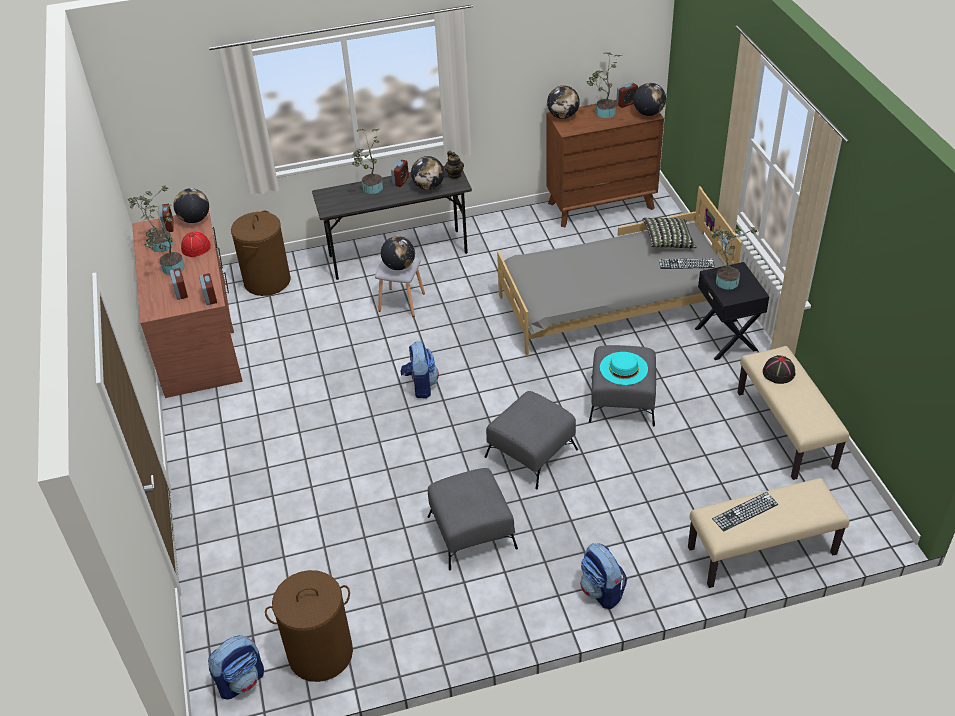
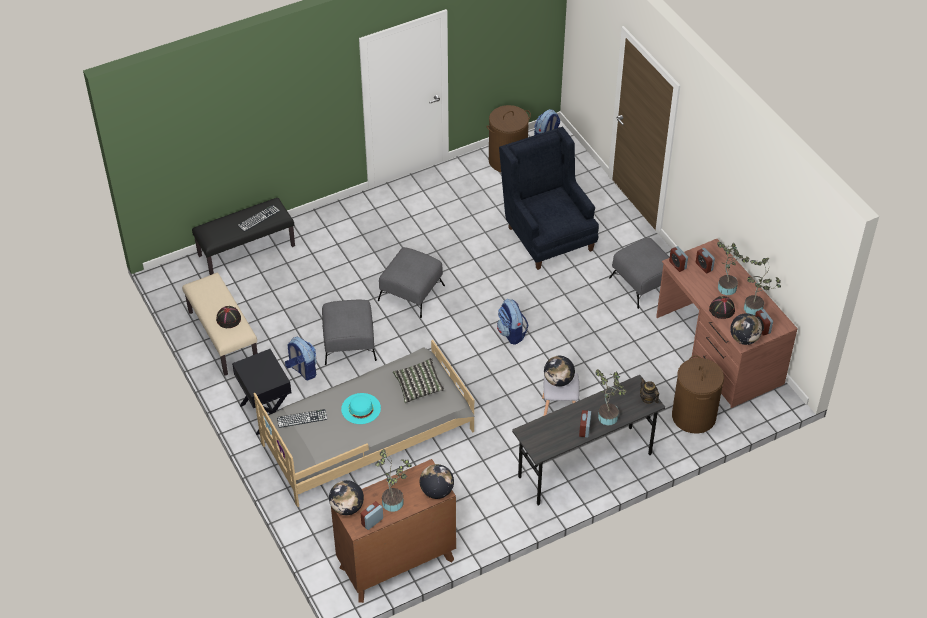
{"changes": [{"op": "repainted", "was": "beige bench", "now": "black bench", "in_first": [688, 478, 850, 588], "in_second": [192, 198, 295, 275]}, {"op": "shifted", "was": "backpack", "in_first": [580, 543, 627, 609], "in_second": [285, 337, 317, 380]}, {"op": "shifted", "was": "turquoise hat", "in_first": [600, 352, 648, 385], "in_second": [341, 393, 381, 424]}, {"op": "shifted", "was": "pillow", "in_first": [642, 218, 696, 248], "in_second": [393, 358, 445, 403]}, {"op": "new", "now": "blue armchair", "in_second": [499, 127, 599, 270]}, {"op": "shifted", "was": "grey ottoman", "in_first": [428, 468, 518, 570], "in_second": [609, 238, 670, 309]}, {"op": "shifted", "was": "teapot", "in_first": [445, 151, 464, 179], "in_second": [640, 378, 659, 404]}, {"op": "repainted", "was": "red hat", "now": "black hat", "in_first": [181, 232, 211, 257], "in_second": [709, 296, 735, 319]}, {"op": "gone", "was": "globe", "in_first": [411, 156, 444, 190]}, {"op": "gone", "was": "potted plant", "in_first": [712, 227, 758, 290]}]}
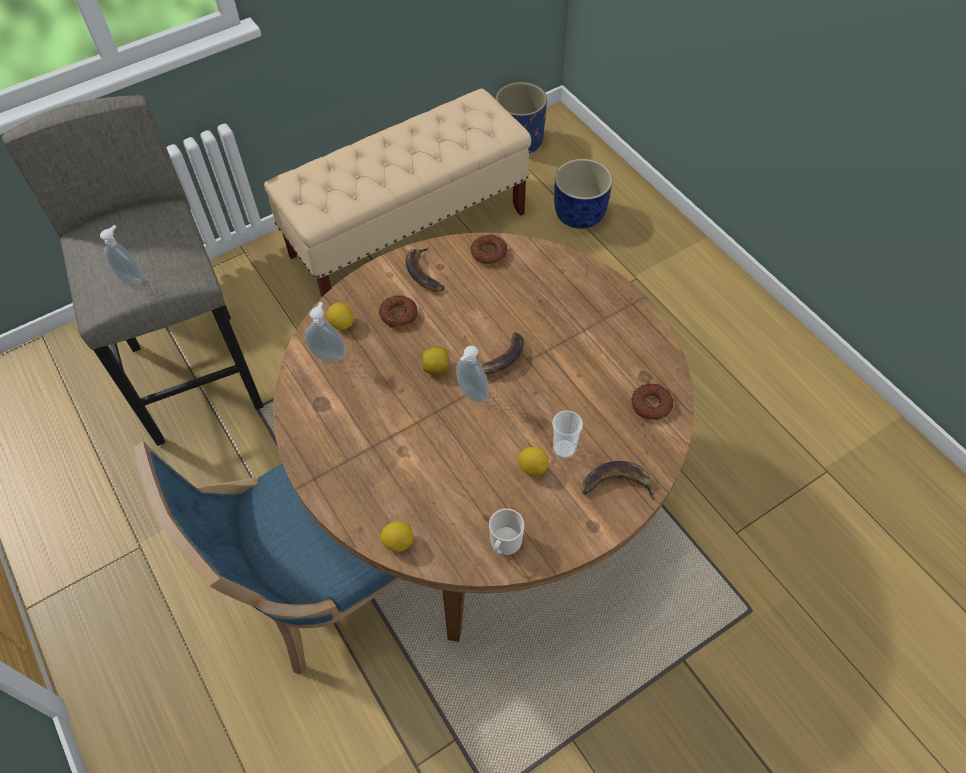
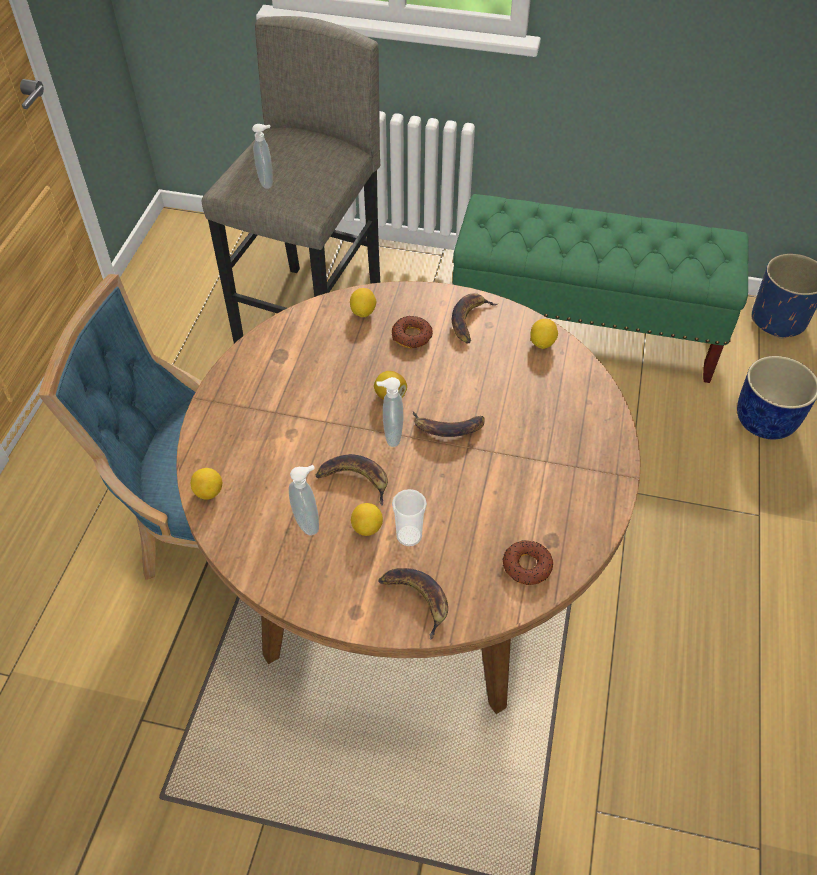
{"changes": [{"op": "shifted", "was": "soap dispenser", "in_first": [305, 302, 345, 362], "in_second": [289, 465, 319, 536]}, {"op": "new", "now": "banana", "in_second": [316, 454, 388, 506]}, {"op": "repainted", "was": "beige bench", "now": "green bench", "in_first": [264, 89, 531, 297], "in_second": [453, 194, 749, 383]}, {"op": "swapped", "was": "donut", "now": "lemon", "in_first": [471, 234, 507, 264], "in_second": [530, 319, 558, 349]}, {"op": "gone", "was": "mug", "in_first": [489, 508, 524, 555]}]}
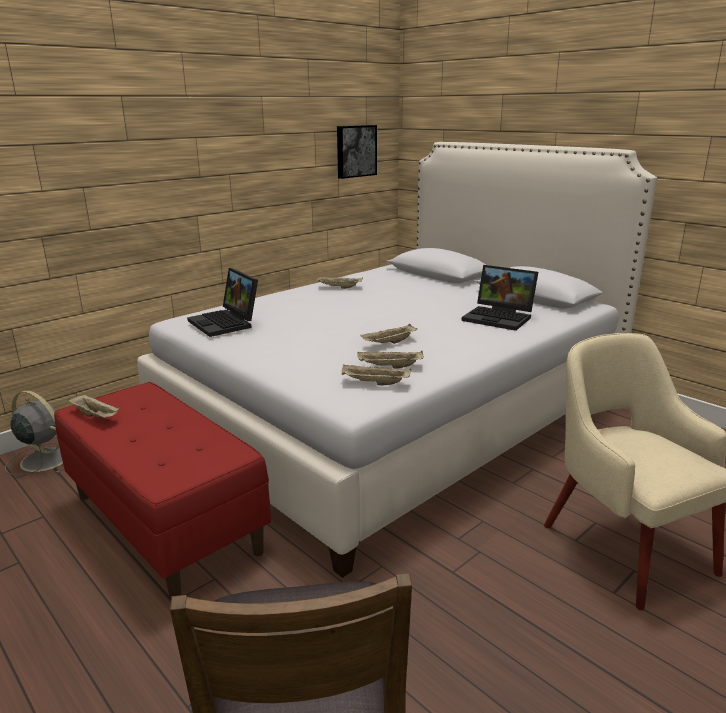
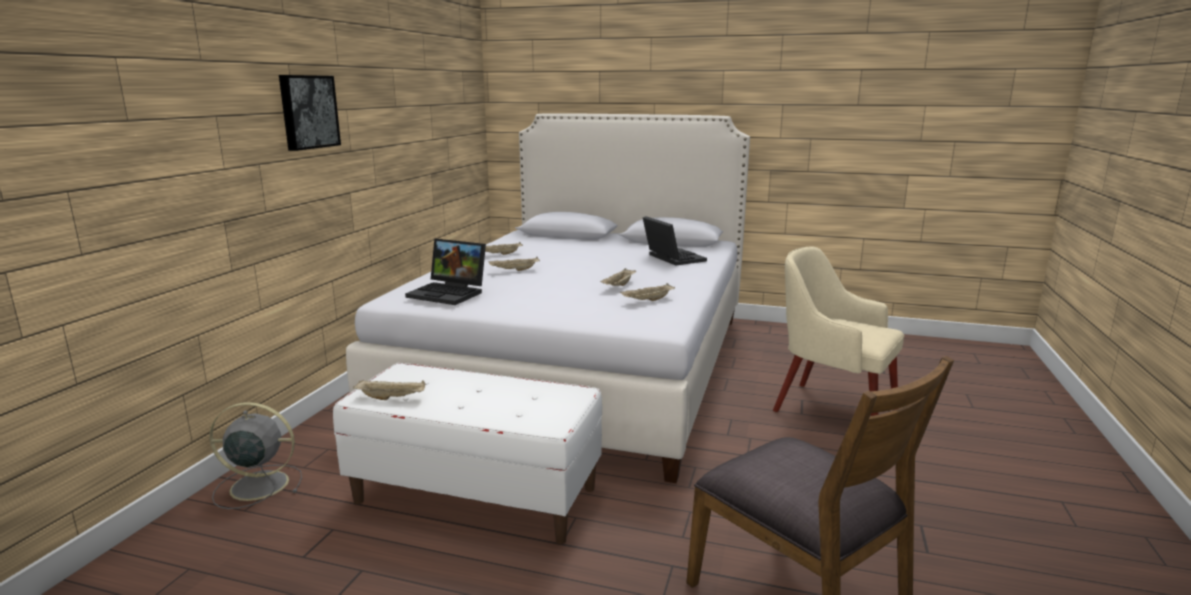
{"changes": [{"op": "shifted", "was": "picture", "in_first": [337, 125, 377, 179], "in_second": [279, 75, 341, 151]}, {"op": "repainted", "was": "red bench", "now": "white bench", "in_first": [54, 382, 271, 599], "in_second": [333, 363, 602, 544]}, {"op": "shifted", "was": "beige tray", "in_first": [341, 365, 411, 386], "in_second": [489, 257, 540, 271]}, {"op": "rotated", "was": "laptop", "in_first": [462, 265, 538, 331], "in_second": [643, 216, 707, 265], "clockwise": -120}]}
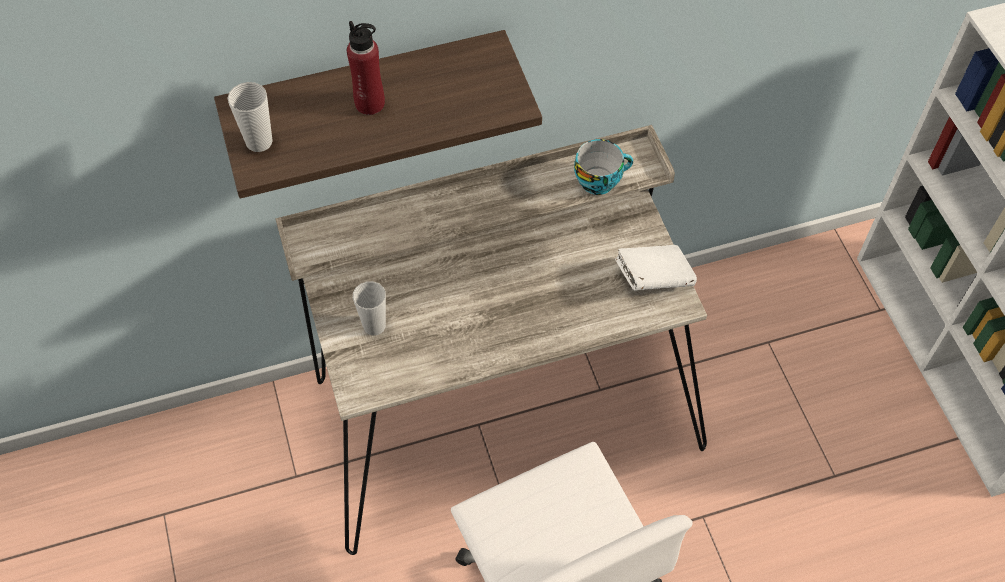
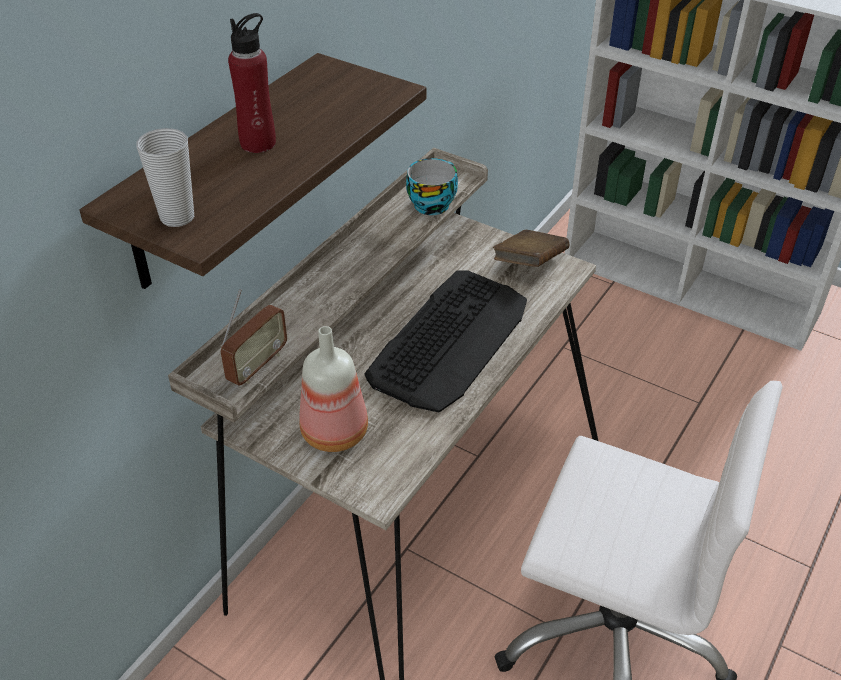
{"changes": [{"op": "new", "now": "radio", "in_second": [221, 289, 287, 386]}, {"op": "swapped", "was": "cup", "now": "bottle", "in_first": [353, 281, 386, 335], "in_second": [299, 326, 368, 452]}, {"op": "new", "now": "keyboard", "in_second": [364, 270, 527, 412]}, {"op": "repainted", "was": "white book", "now": "brown book", "in_first": [615, 245, 697, 291], "in_second": [493, 230, 569, 267]}]}
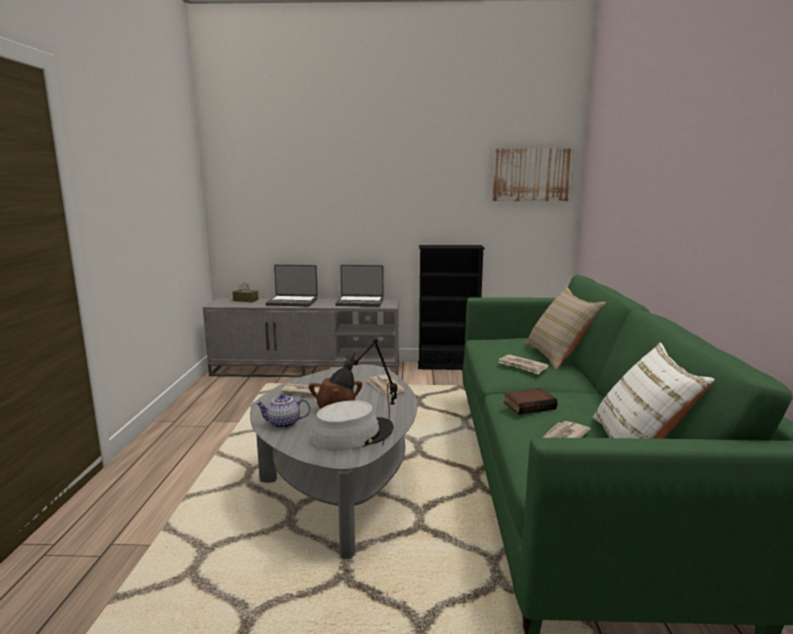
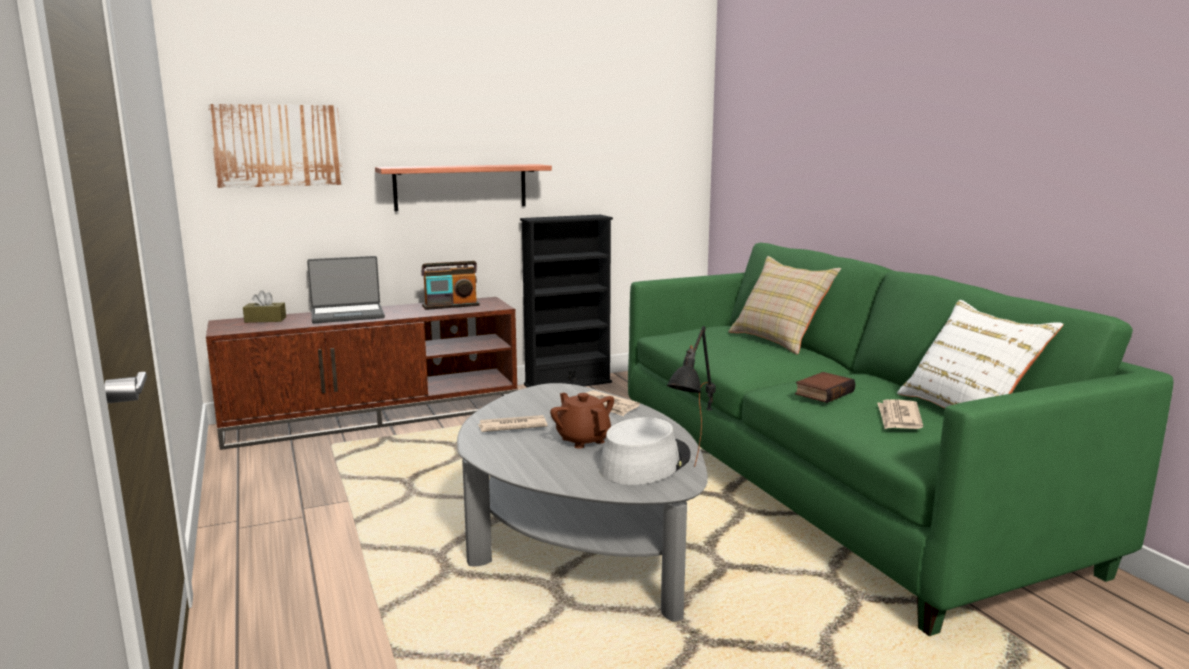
{"changes": [{"op": "repainted", "was": "grey tv stand", "now": "brown tv stand", "in_first": [203, 298, 399, 377], "in_second": [206, 297, 518, 450]}, {"op": "shifted", "was": "picture", "in_first": [493, 148, 574, 201], "in_second": [208, 104, 344, 188]}, {"op": "new", "now": "shelf", "in_second": [375, 164, 552, 211]}, {"op": "swapped", "was": "laptop", "now": "radio", "in_first": [335, 265, 384, 307], "in_second": [421, 261, 479, 310]}, {"op": "gone", "was": "teapot", "in_first": [255, 394, 310, 429]}, {"op": "gone", "was": "newspaper", "in_first": [498, 355, 549, 374]}]}
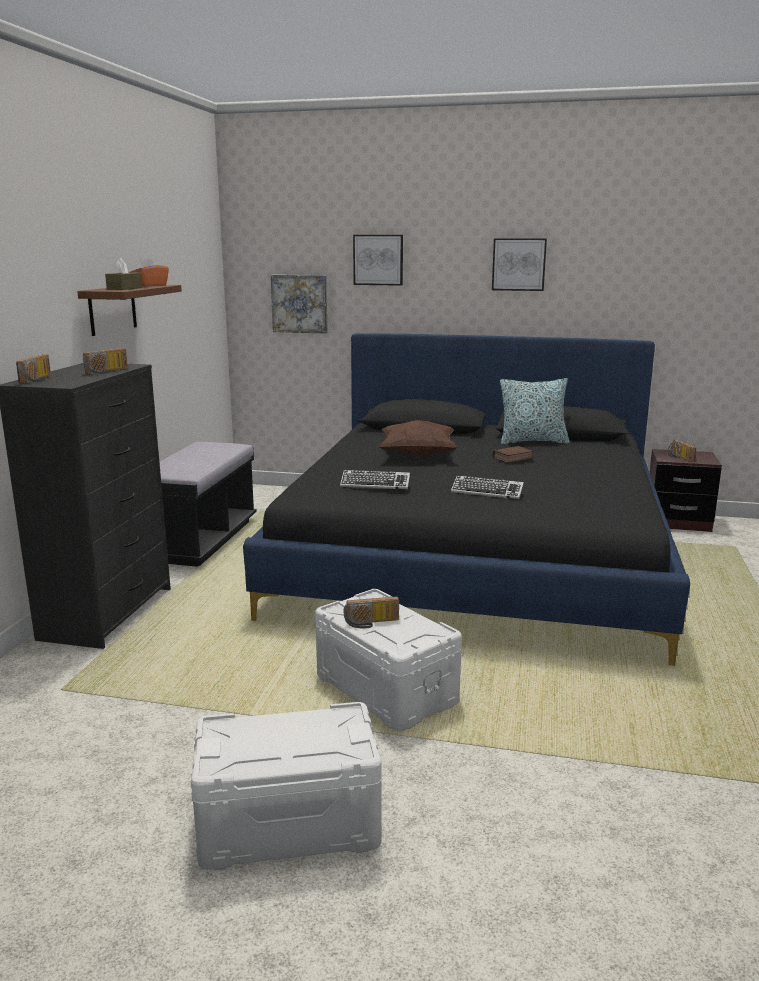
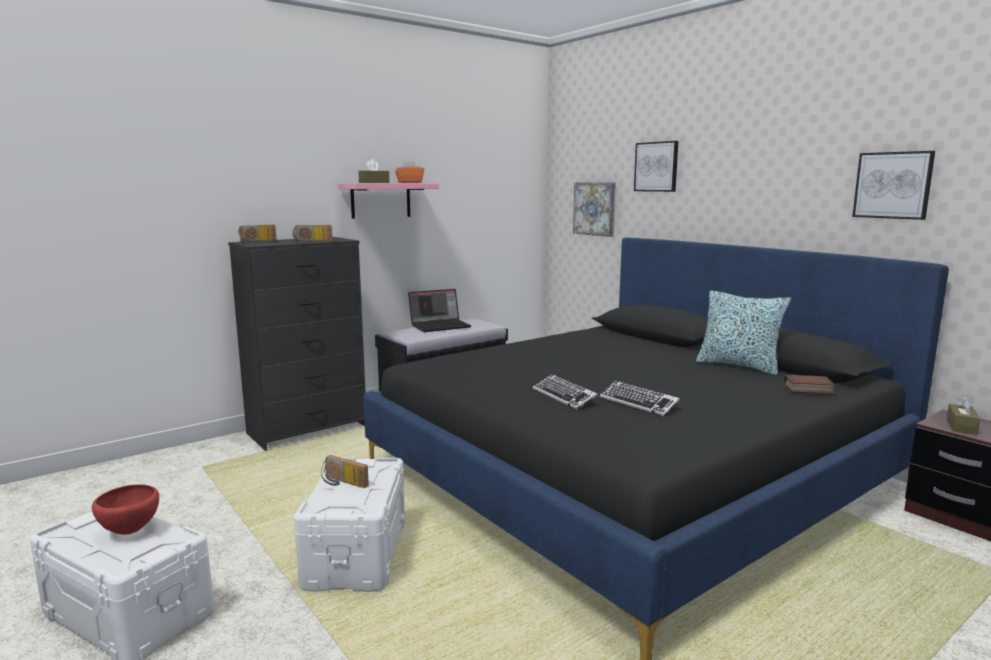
{"changes": [{"op": "new", "now": "red bowl", "in_second": [92, 484, 159, 535]}, {"op": "repainted", "was": "brown shelf", "now": "pink shelf", "in_first": [77, 285, 182, 336], "in_second": [338, 183, 439, 219]}, {"op": "new", "now": "laptop", "in_second": [408, 289, 471, 332]}, {"op": "shifted", "was": "keyboard", "in_first": [340, 470, 410, 490], "in_second": [600, 380, 680, 416]}, {"op": "shifted", "was": "book", "in_first": [493, 446, 534, 463], "in_second": [784, 375, 835, 394]}, {"op": "shifted", "was": "picture", "in_first": [492, 238, 547, 291], "in_second": [852, 151, 935, 220]}, {"op": "swapped", "was": "radio", "now": "brown tissue box", "in_first": [668, 440, 696, 462], "in_second": [947, 395, 980, 435]}, {"op": "gone", "was": "brown pillow", "in_first": [379, 420, 457, 456]}]}
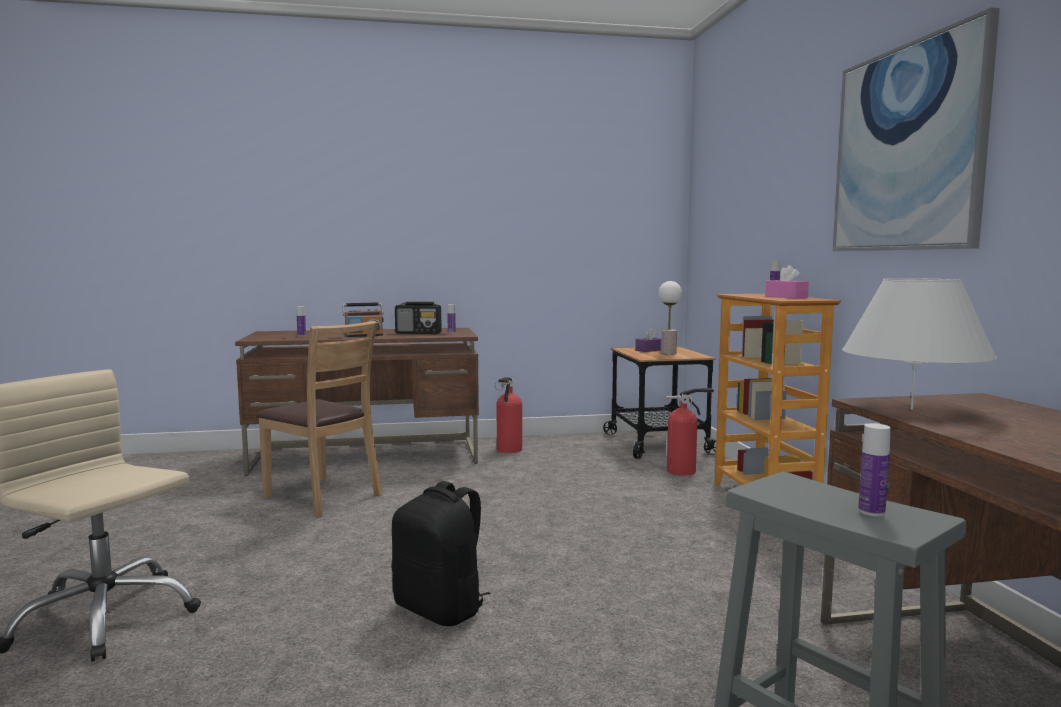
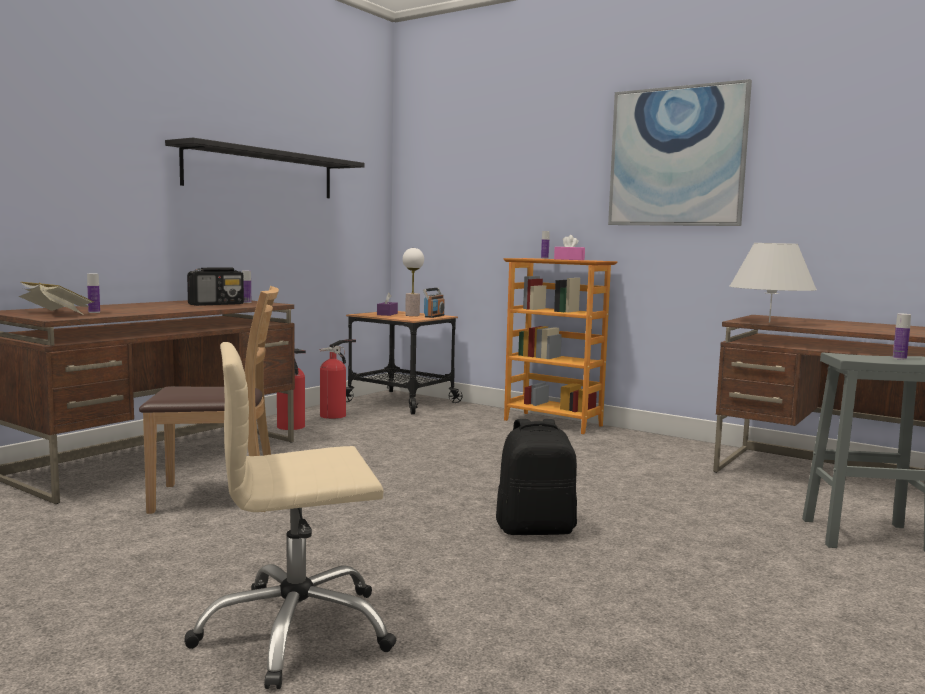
{"changes": [{"op": "new", "now": "book", "in_second": [18, 282, 94, 314]}, {"op": "new", "now": "black shelf", "in_second": [165, 138, 365, 198]}, {"op": "shifted", "was": "fire extinguisher", "in_first": [666, 388, 714, 475], "in_second": [320, 339, 356, 419]}, {"op": "shifted", "was": "radio", "in_first": [342, 303, 384, 337], "in_second": [423, 288, 445, 318]}]}
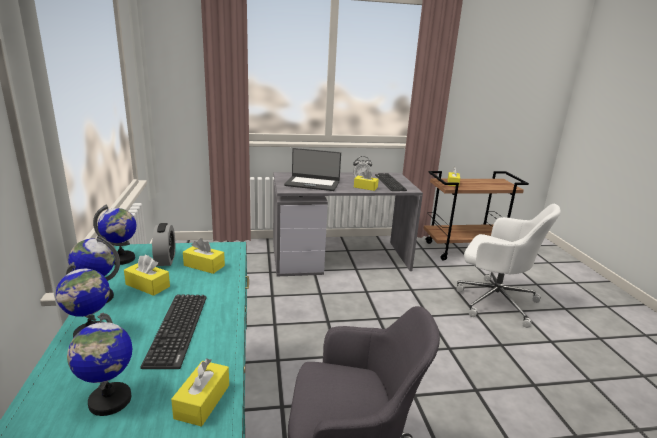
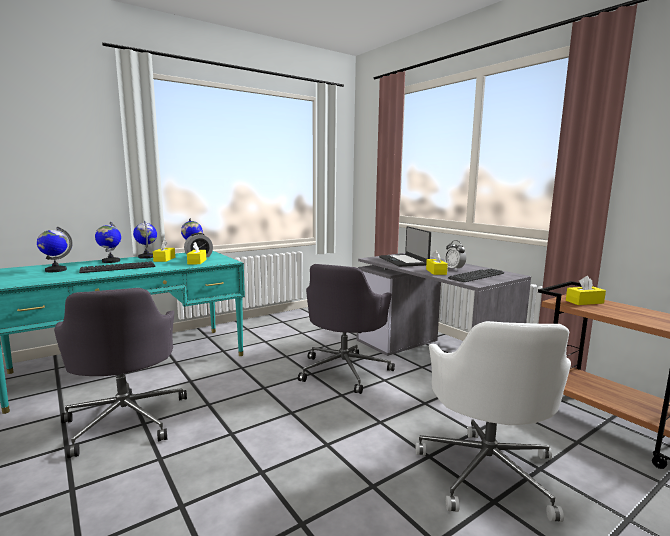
{"changes": [{"op": "new", "now": "grey office chair", "in_second": [298, 264, 395, 394]}, {"op": "gone", "was": "yellow tissue box", "in_first": [171, 359, 229, 427]}]}
